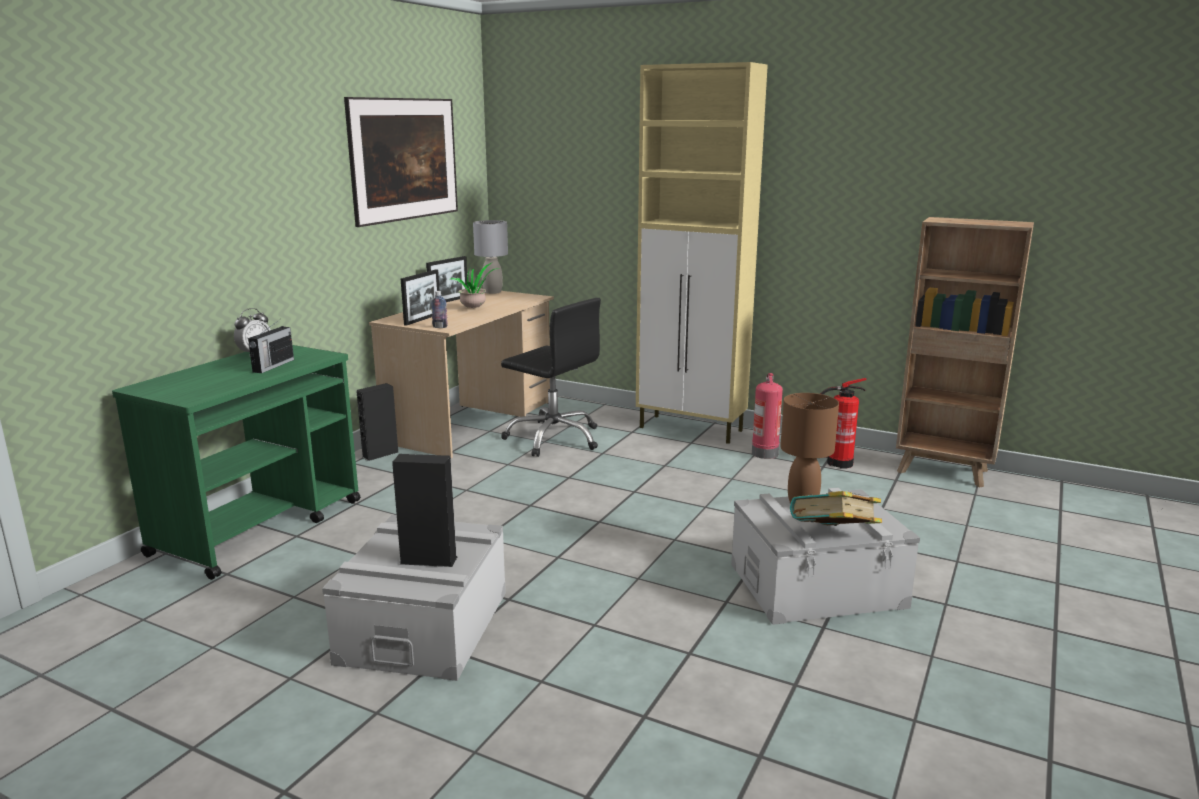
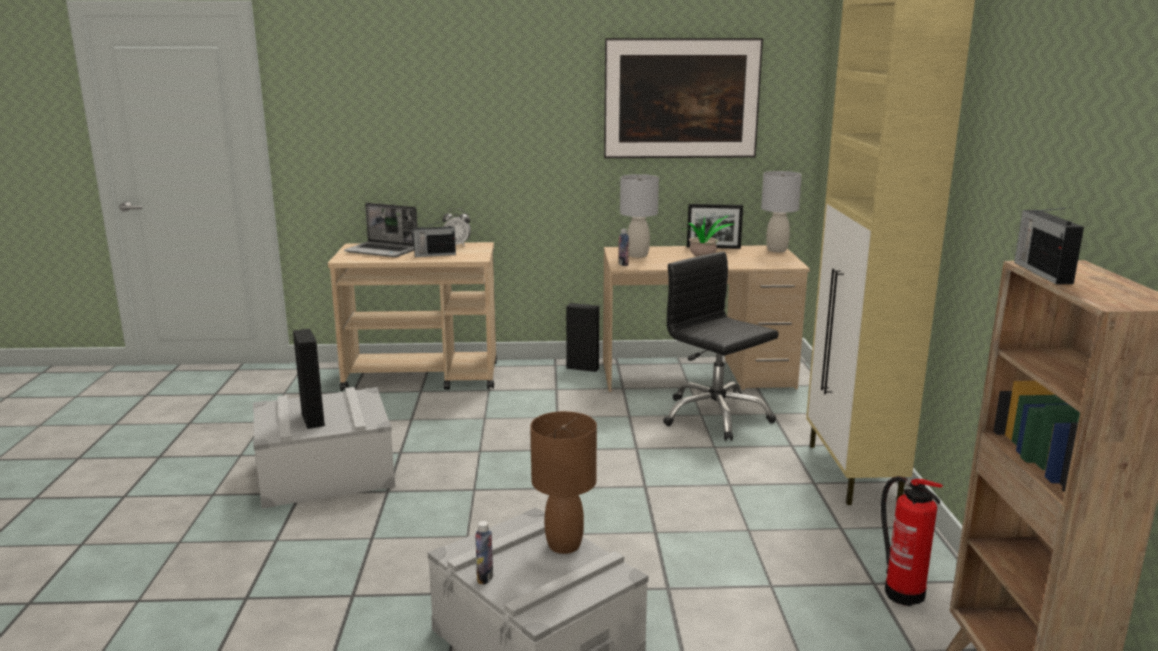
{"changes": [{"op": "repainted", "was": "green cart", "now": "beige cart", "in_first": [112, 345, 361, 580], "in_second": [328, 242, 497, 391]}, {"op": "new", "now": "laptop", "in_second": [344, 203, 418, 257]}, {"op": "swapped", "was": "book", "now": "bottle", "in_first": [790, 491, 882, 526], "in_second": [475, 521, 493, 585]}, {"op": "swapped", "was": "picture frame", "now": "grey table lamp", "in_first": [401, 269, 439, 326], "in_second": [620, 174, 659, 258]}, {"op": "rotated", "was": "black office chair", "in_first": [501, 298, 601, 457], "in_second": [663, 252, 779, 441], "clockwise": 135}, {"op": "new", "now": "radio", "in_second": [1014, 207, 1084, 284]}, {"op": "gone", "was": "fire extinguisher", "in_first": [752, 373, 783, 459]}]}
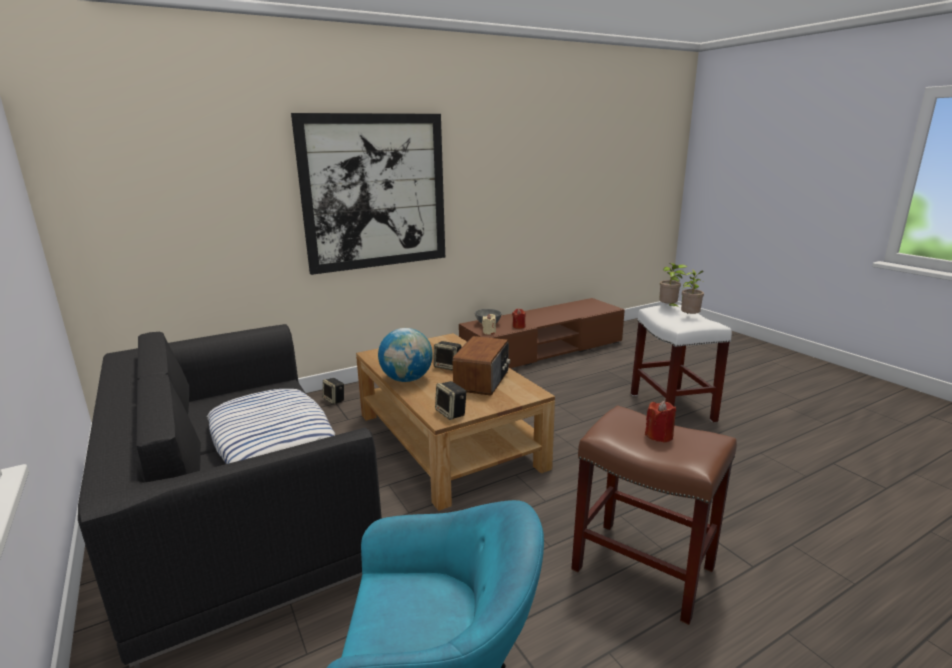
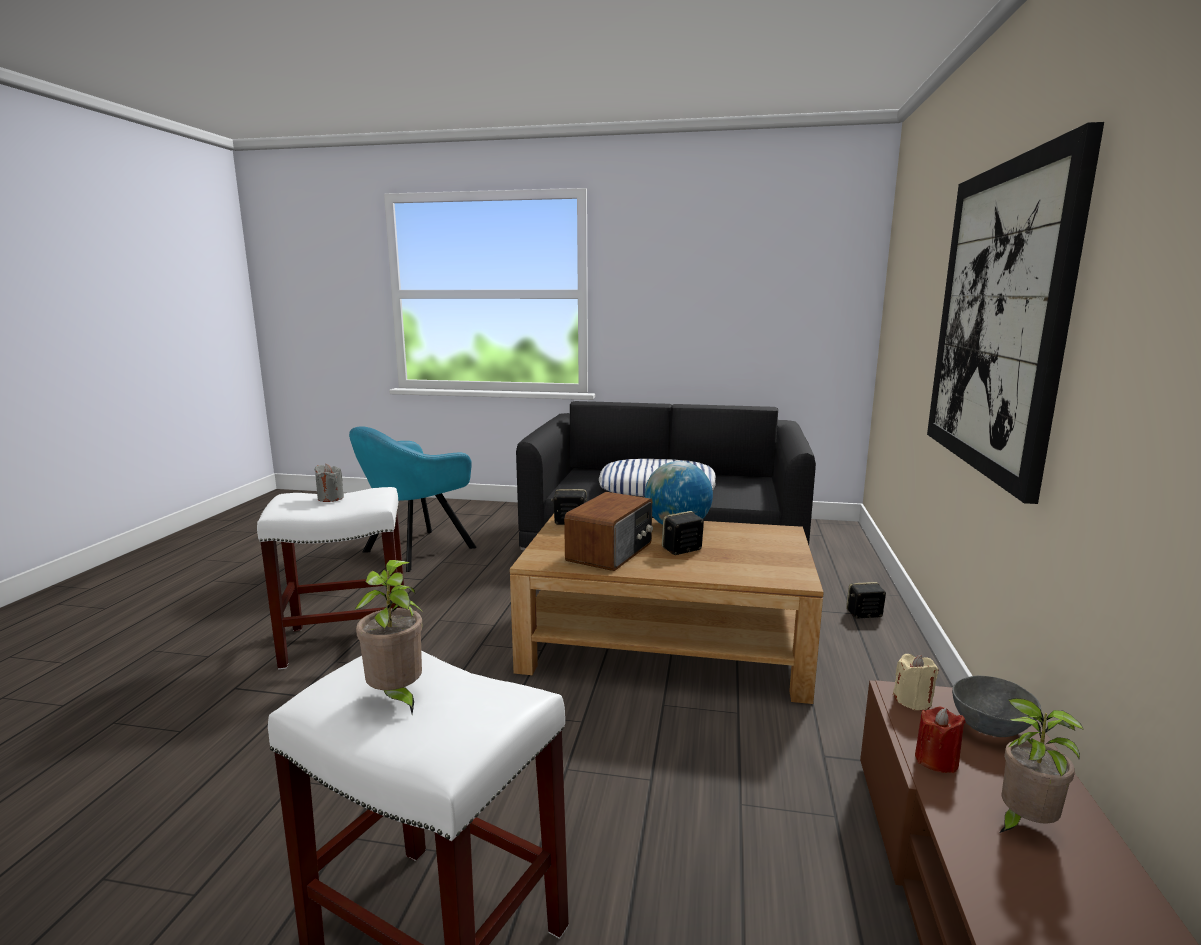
{"changes": [{"op": "repainted", "was": "brown stool", "now": "white stool", "in_first": [571, 405, 737, 625], "in_second": [257, 487, 404, 670]}, {"op": "repainted", "was": "red candle", "now": "grey candle", "in_first": [645, 401, 676, 443], "in_second": [315, 464, 344, 502]}, {"op": "rotated", "was": "radio", "in_first": [453, 336, 511, 396], "in_second": [564, 492, 653, 571], "clockwise": -120}, {"op": "shifted", "was": "potted plant", "in_first": [659, 263, 687, 308], "in_second": [999, 698, 1084, 833]}]}
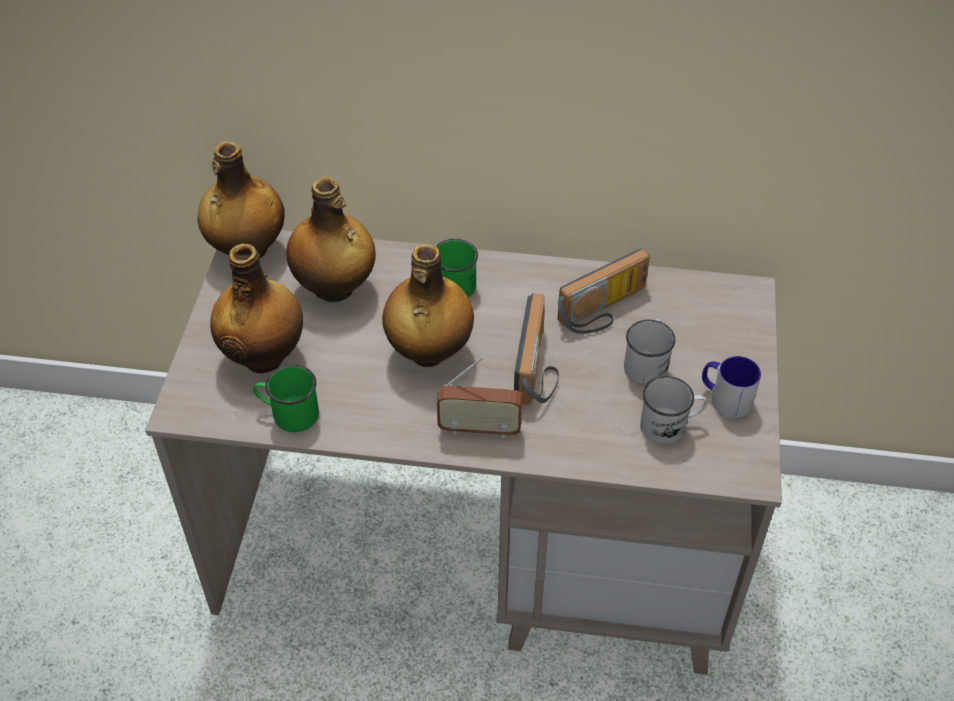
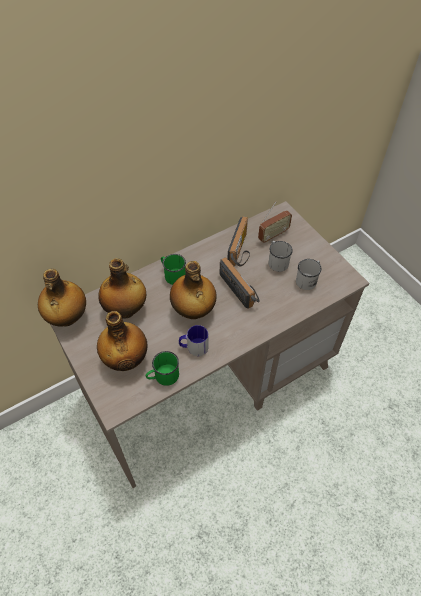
{"changes": [{"op": "shifted", "was": "mug", "in_first": [702, 356, 761, 419], "in_second": [179, 325, 208, 356]}, {"op": "shifted", "was": "radio", "in_first": [437, 356, 523, 439], "in_second": [258, 201, 292, 243]}]}
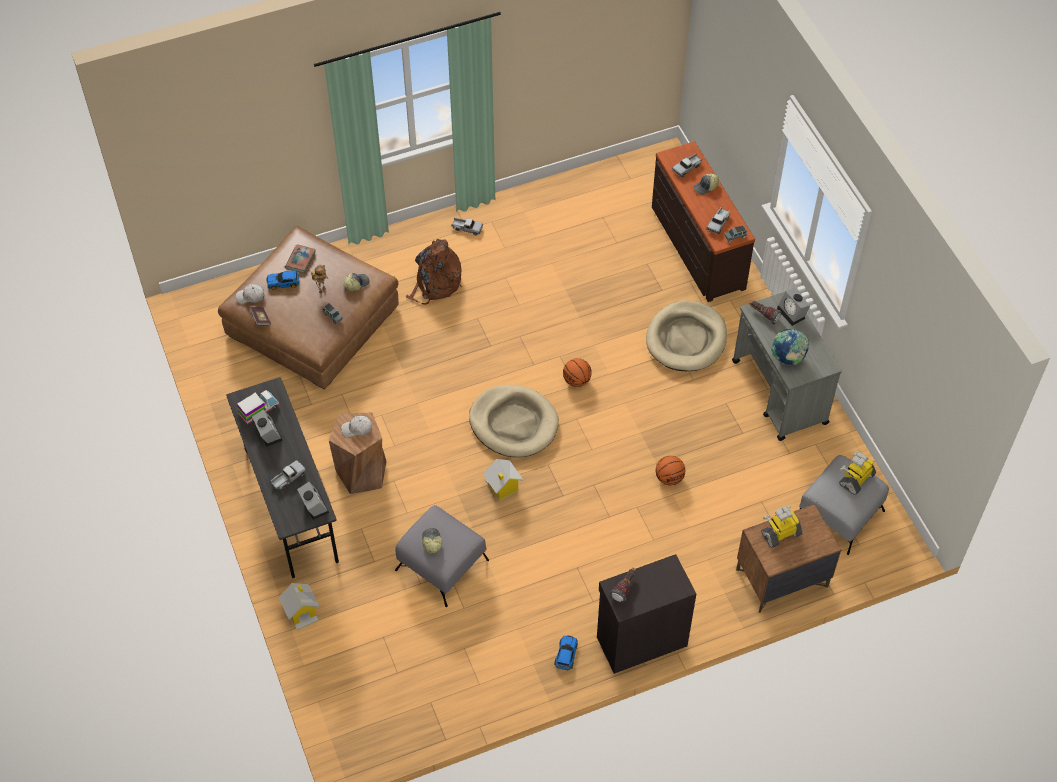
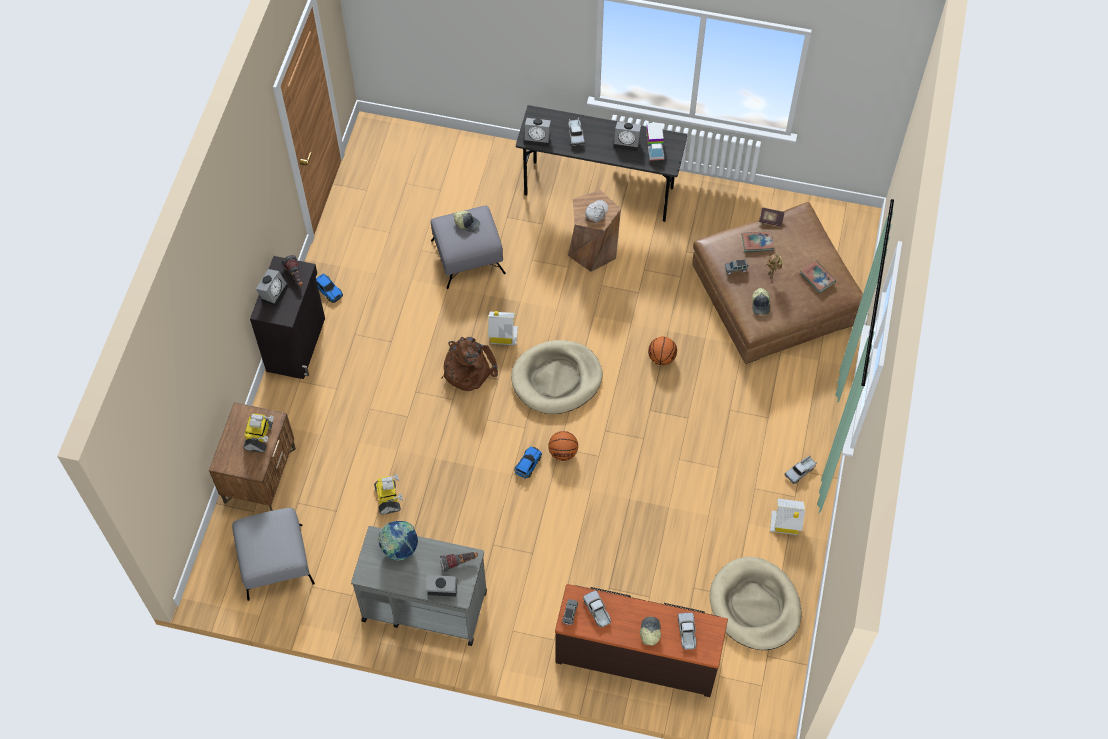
{"changes": [{"op": "new", "now": "alarm clock", "in_second": [256, 269, 289, 306]}, {"op": "shifted", "was": "toy robot", "in_first": [839, 451, 876, 495], "in_second": [374, 474, 403, 515]}, {"op": "shifted", "was": "brown backpack", "in_first": [406, 239, 462, 305], "in_second": [442, 337, 498, 391]}, {"op": "shifted", "was": "toy car", "in_first": [266, 270, 299, 290], "in_second": [514, 446, 542, 478]}, {"op": "shifted", "was": "basketball", "in_first": [656, 456, 685, 486], "in_second": [648, 337, 677, 365]}, {"op": "shifted", "was": "beige dog bed", "in_first": [646, 300, 727, 371], "in_second": [710, 557, 801, 650]}, {"op": "new", "now": "book", "in_second": [742, 231, 774, 252]}, {"op": "shifted", "was": "toy house", "in_first": [278, 583, 319, 630], "in_second": [770, 498, 805, 535]}, {"op": "gone", "was": "white cap", "in_first": [236, 284, 264, 303]}]}
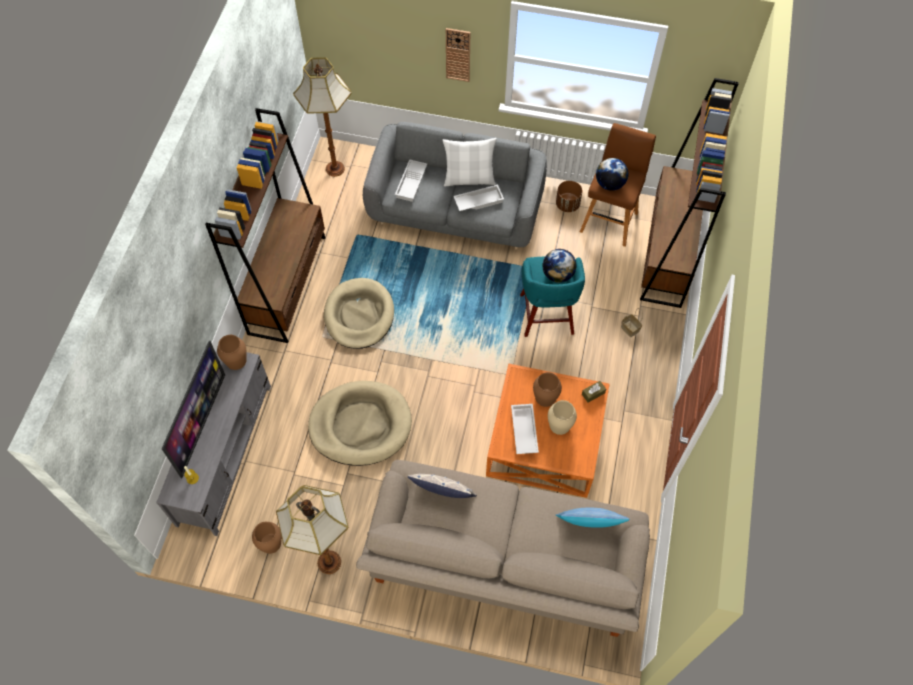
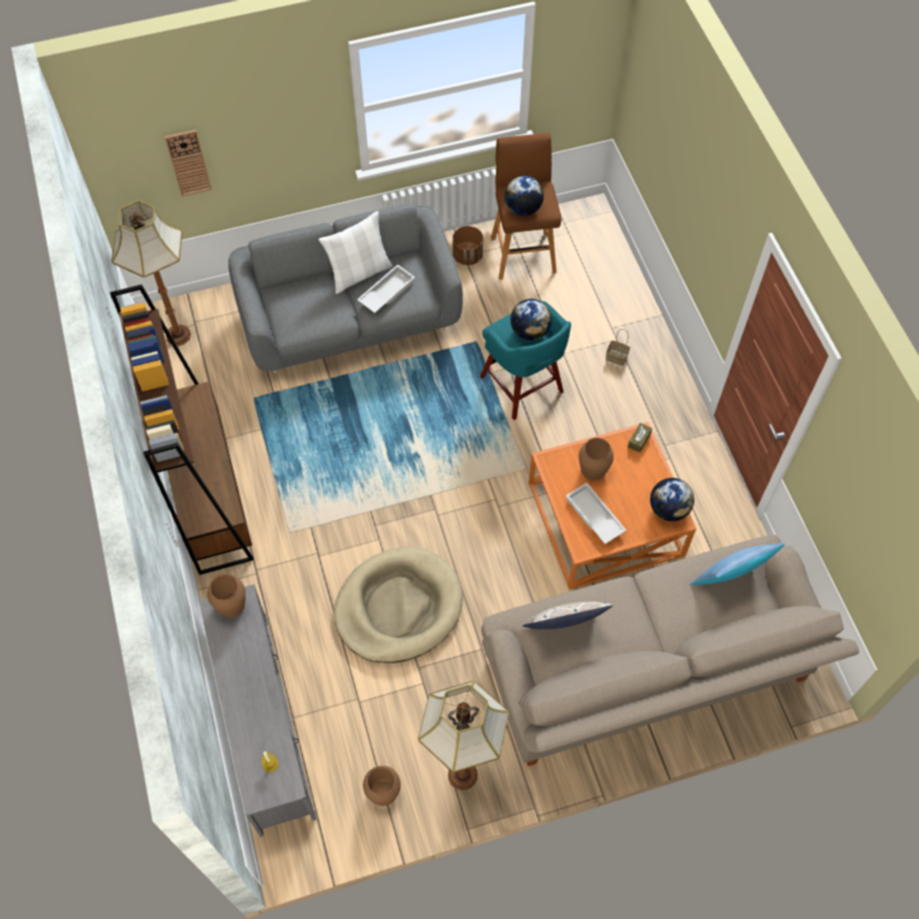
{"changes": [{"op": "shifted", "was": "wall clock", "in_first": [446, 28, 470, 82], "in_second": [165, 130, 212, 196]}, {"op": "new", "now": "globe", "in_second": [650, 478, 694, 521]}, {"op": "gone", "was": "television", "in_first": [162, 340, 225, 478]}, {"op": "gone", "was": "beige dog bed", "in_first": [324, 278, 394, 349]}, {"op": "gone", "was": "white tray", "in_first": [395, 159, 427, 202]}, {"op": "gone", "was": "beige vase", "in_first": [548, 400, 577, 435]}, {"op": "gone", "was": "brown bookcase", "in_first": [640, 78, 739, 308]}]}
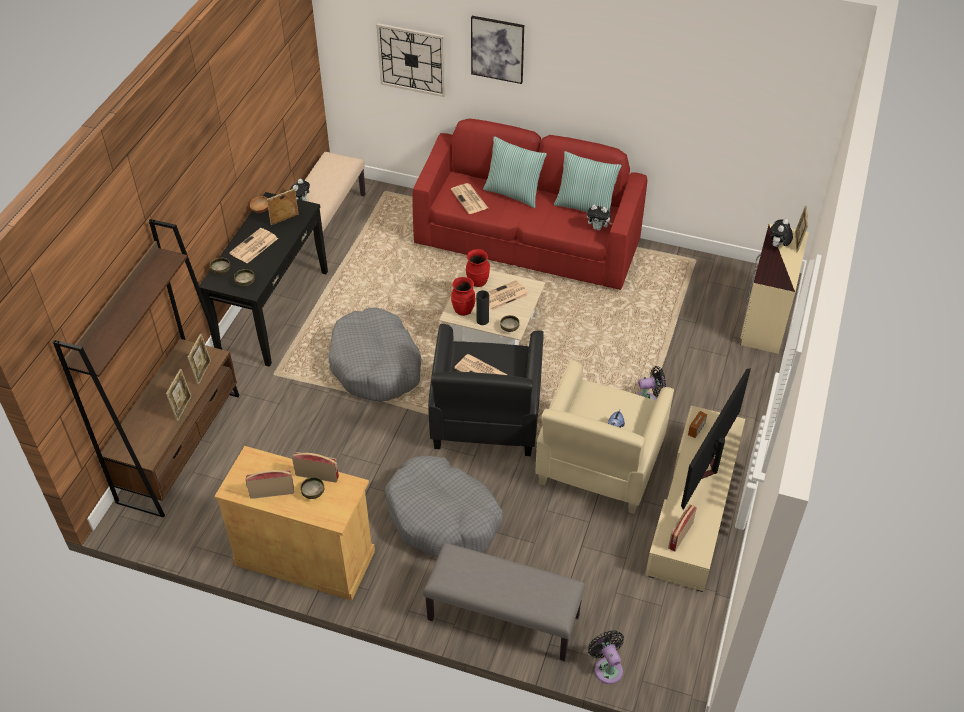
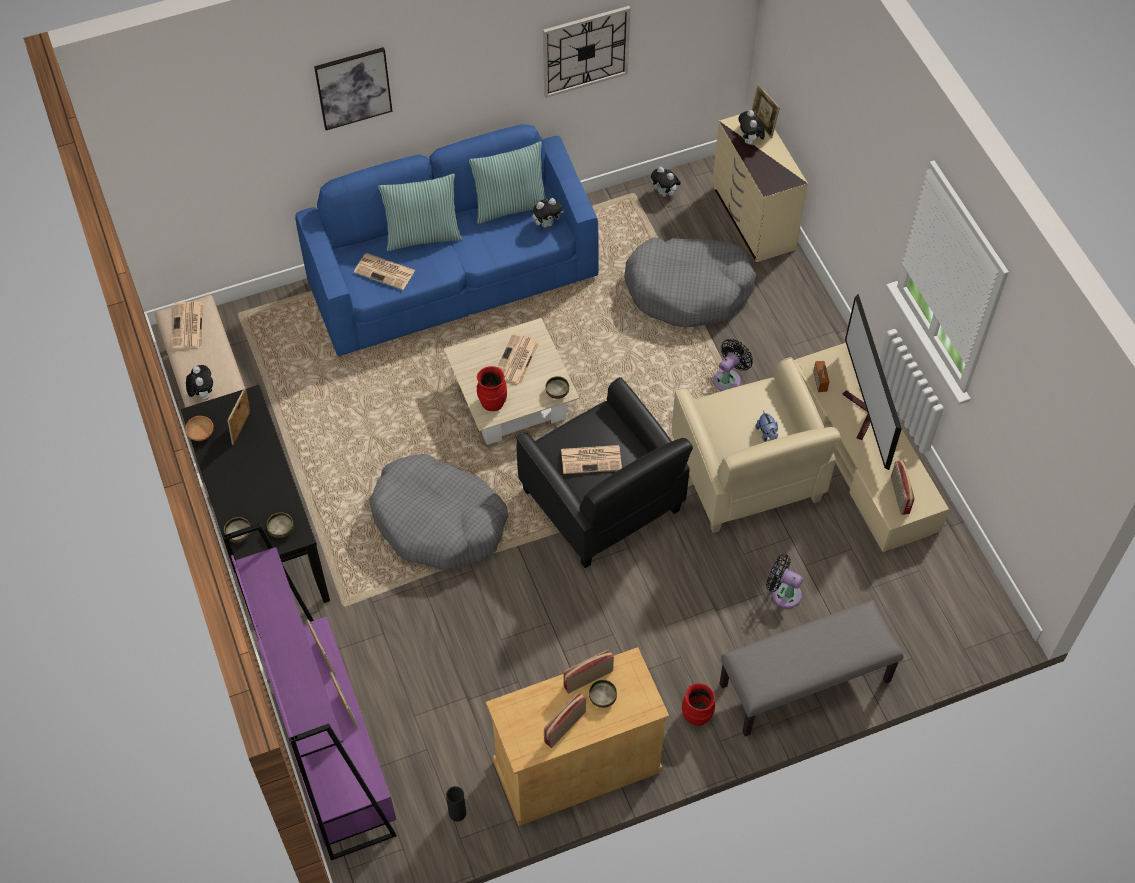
{"changes": [{"op": "shifted", "was": "newspaper", "in_first": [229, 228, 278, 263], "in_second": [172, 301, 204, 349]}, {"op": "repainted", "was": "brown bookcase", "now": "purple bookcase", "in_first": [53, 219, 240, 518], "in_second": [222, 523, 397, 860]}, {"op": "repainted", "was": "red sofa", "now": "blue sofa", "in_first": [412, 118, 647, 290], "in_second": [295, 124, 599, 356]}, {"op": "shifted", "was": "black vase", "in_first": [476, 290, 489, 325], "in_second": [446, 786, 466, 821]}, {"op": "shifted", "was": "wall clock", "in_first": [376, 23, 445, 97], "in_second": [543, 6, 630, 98]}, {"op": "shifted", "was": "grey dog bed", "in_first": [385, 456, 503, 558], "in_second": [624, 237, 756, 327]}, {"op": "new", "now": "plush toy", "in_second": [651, 167, 681, 197]}, {"op": "shifted", "was": "red vase", "in_first": [466, 249, 490, 287], "in_second": [682, 683, 715, 726]}, {"op": "shifted", "was": "black fan", "in_first": [588, 630, 624, 684], "in_second": [766, 554, 803, 608]}]}
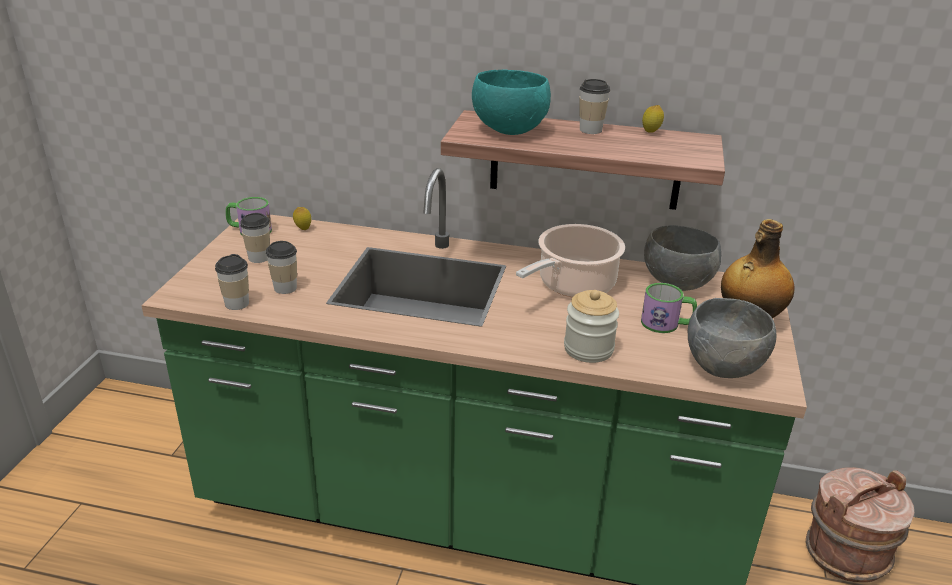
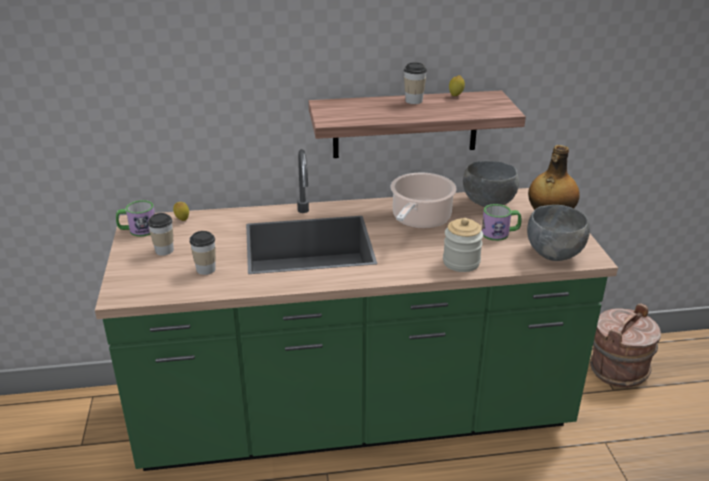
{"changes": [{"op": "gone", "was": "cup", "in_first": [215, 254, 249, 310]}, {"op": "gone", "was": "turquoise bowl", "in_first": [472, 70, 551, 135]}]}
